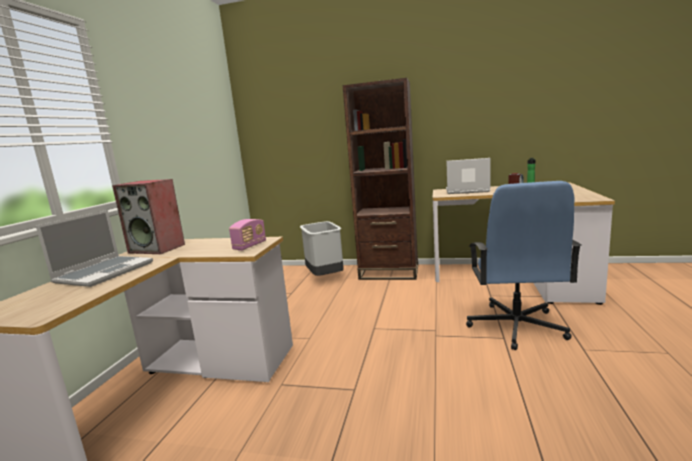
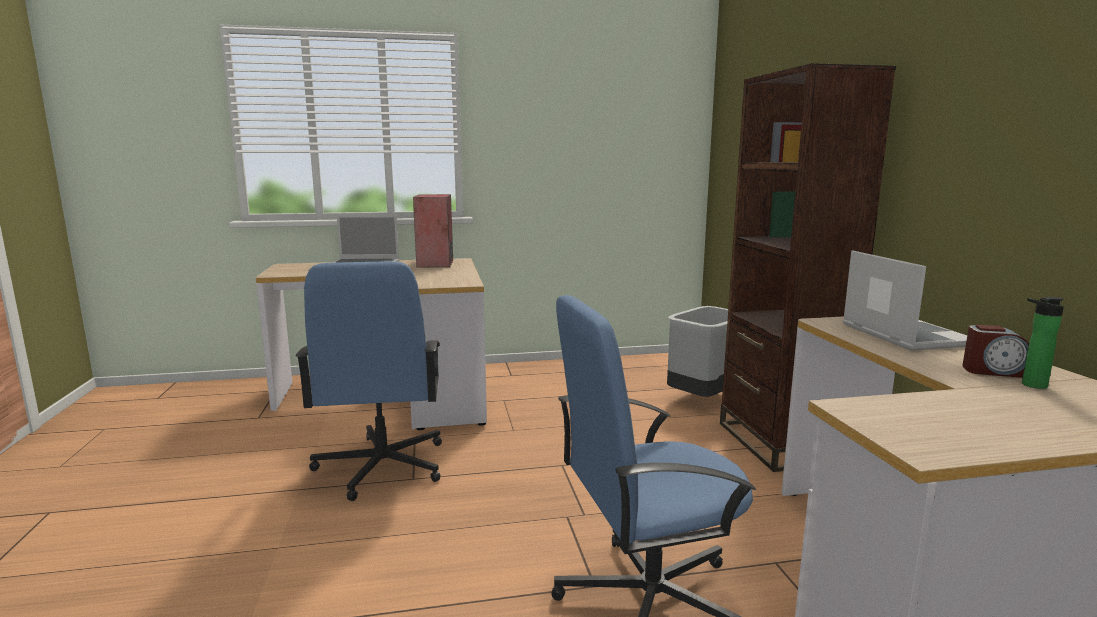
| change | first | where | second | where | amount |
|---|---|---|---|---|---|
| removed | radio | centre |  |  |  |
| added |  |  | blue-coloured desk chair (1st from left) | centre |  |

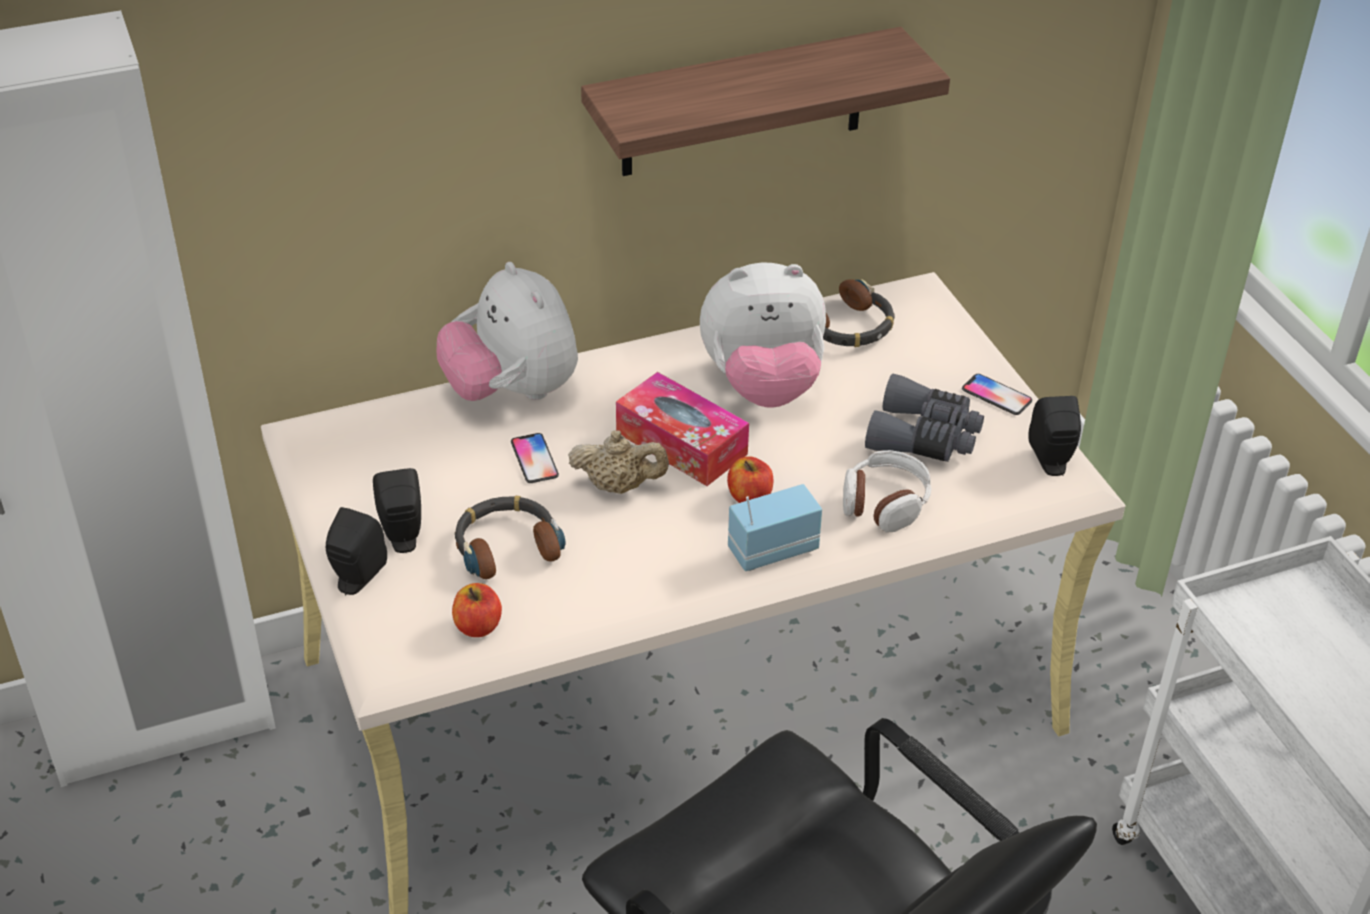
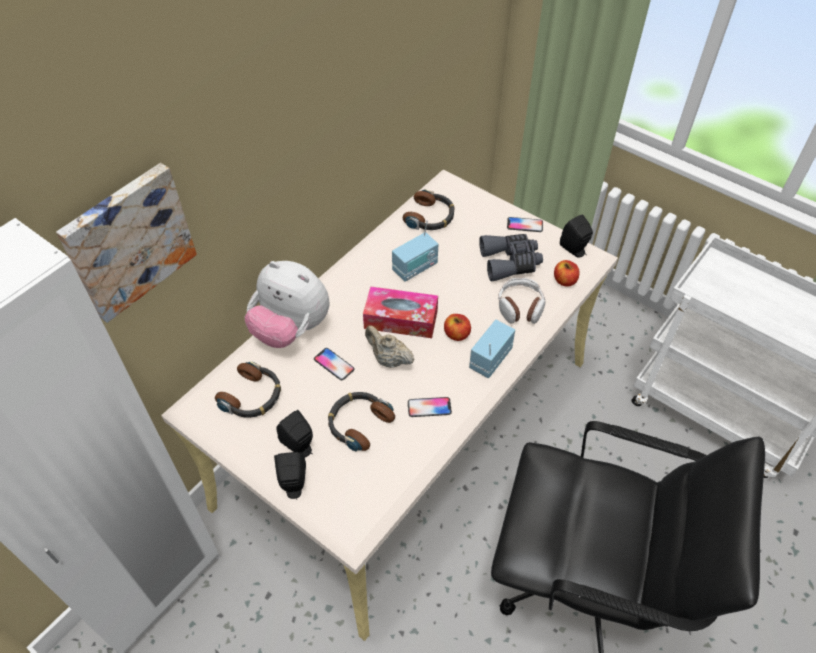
| change | first | where | second | where | amount |
|---|---|---|---|---|---|
| removed | bracket shelf | top centre |  |  |  |
| replaced | cuddly toy (2nd from left) | centre | radio (1st from left) | centre |  |
| turned | sand-coloured teapot | centre |  | centre | 120 degrees counterclockwise |
| moved | apple fruit (1st from left in the first image) | bottom centre | apple fruit (2nd from left) | middle right |  |
| added |  |  | picture | middle left |  |
| added |  |  | headset (1st from left) | middle left |  |
| added |  |  | telephone (2nd from left) | centre |  |

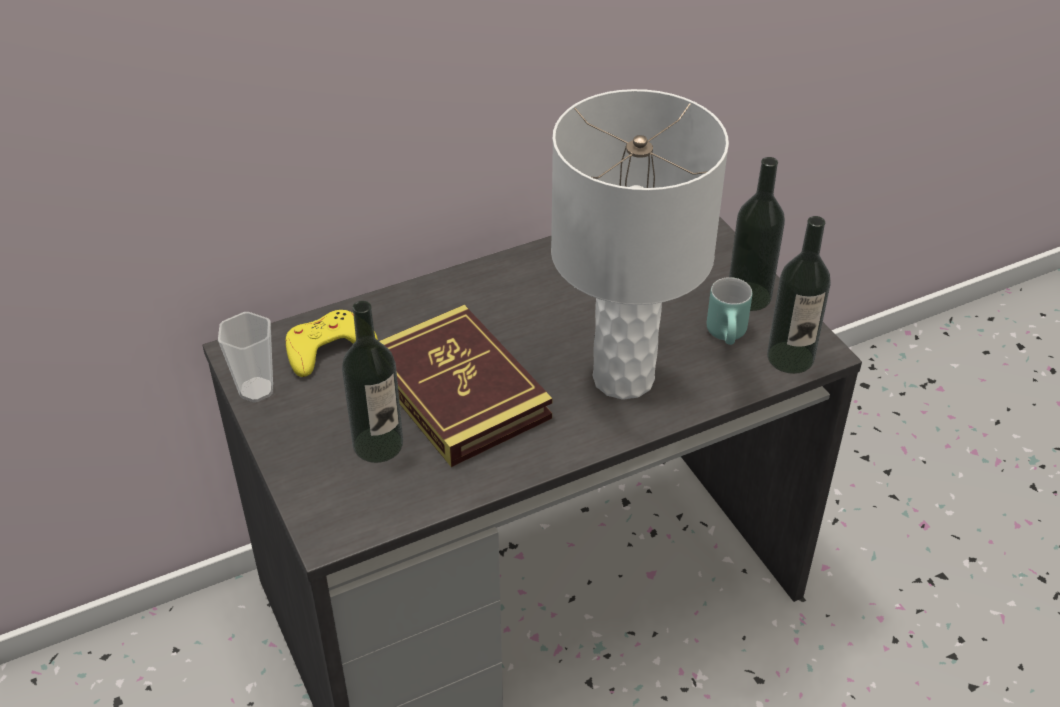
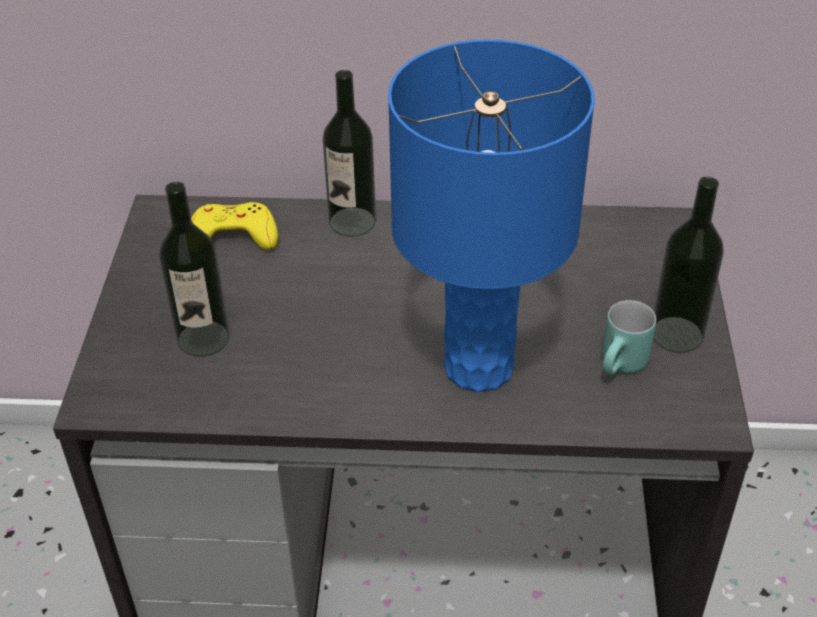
| change | first | where | second | where | amount |
|---|---|---|---|---|---|
| recoloured | white tabletop lamp | centre | blue-coloured tabletop lamp | centre |  |
| moved | beverage bottle (3rd from left in the first image) | middle right | beverage bottle (2nd from left) | top centre |  |
| removed | bound book | centre |  |  |  |
| removed | cup | middle left |  |  |  |

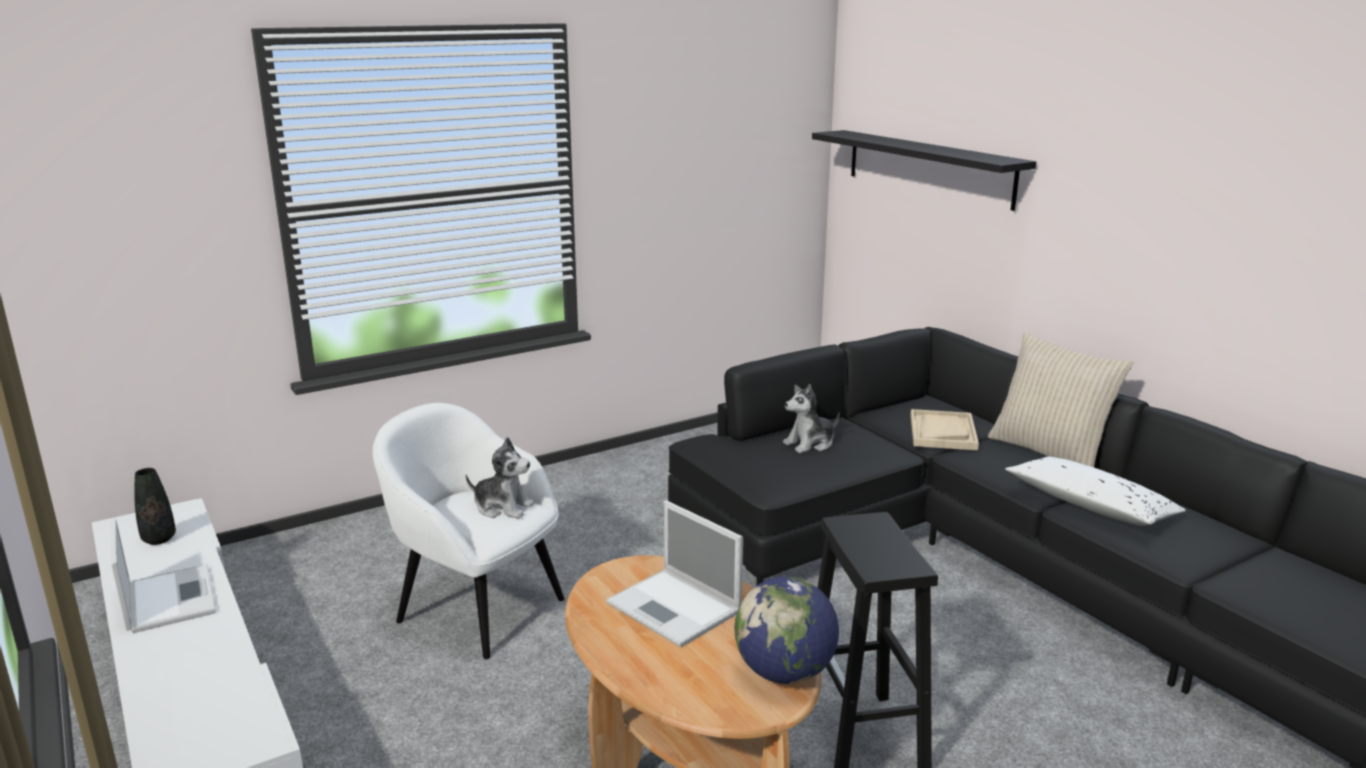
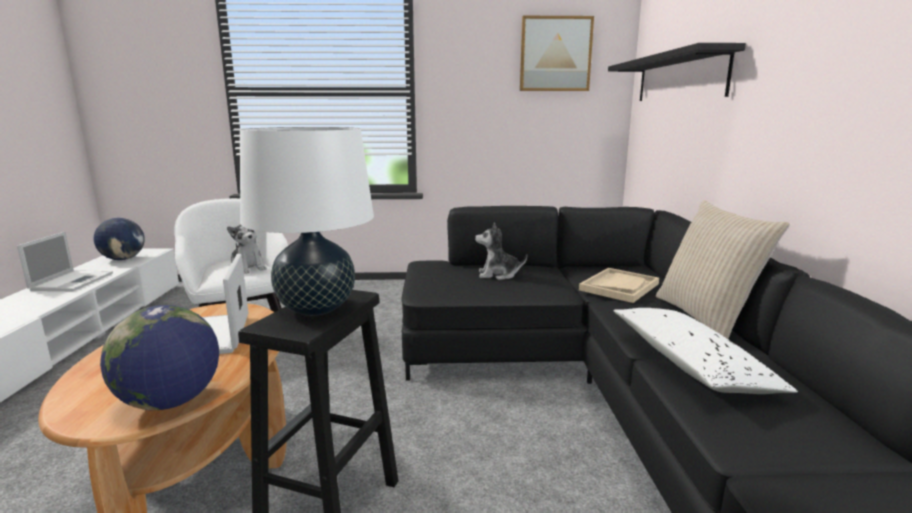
| change | first | where | second | where | amount |
|---|---|---|---|---|---|
| replaced | black-coloured vase | middle left | desk globe (1st from left) | middle left |  |
| added |  |  | picture | top centre |  |
| added |  |  | white tabletop lamp | centre |  |

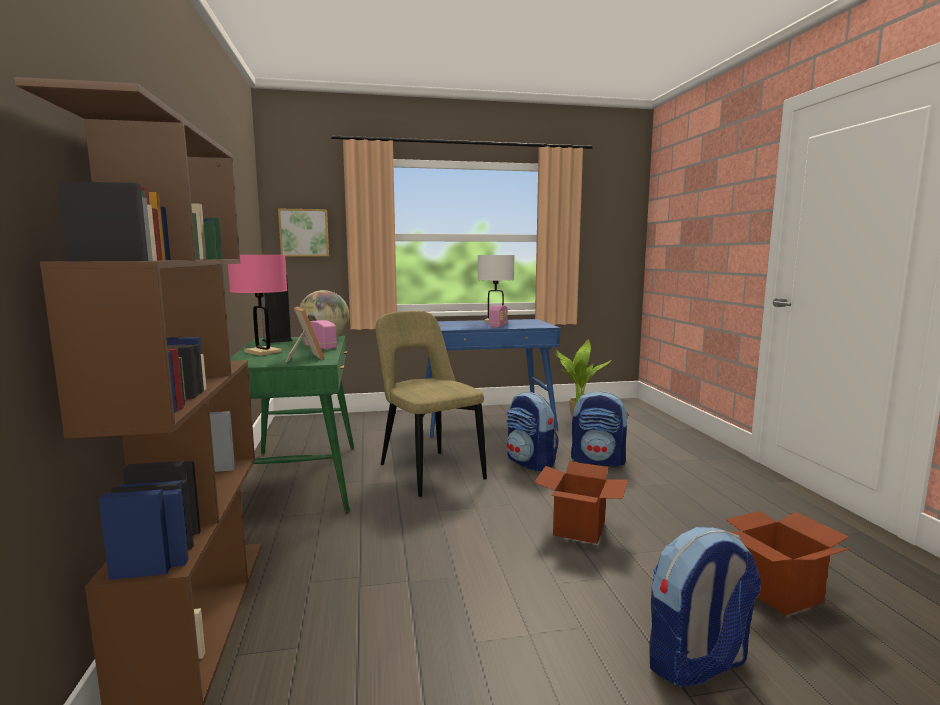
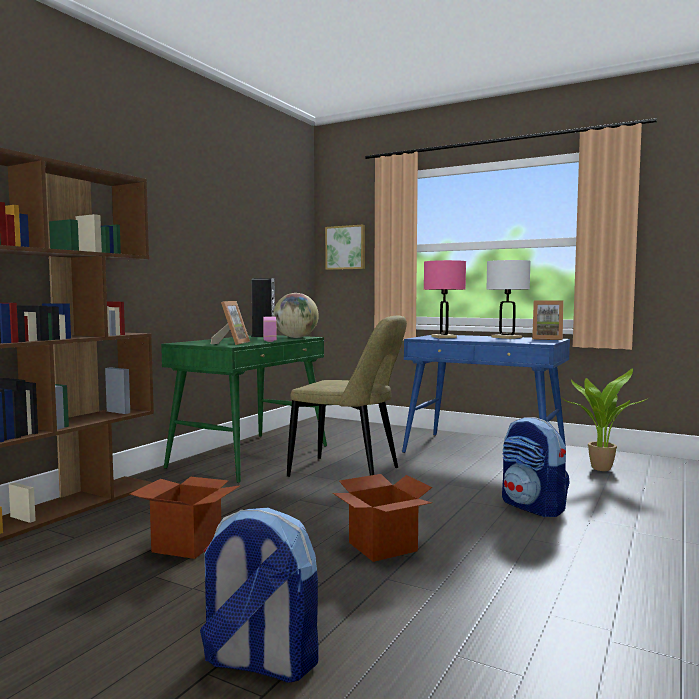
| change | first | where | second | where | amount |
|---|---|---|---|---|---|
| moved | pink-coloured tabletop lamp | middle left |  | centre |  |
| removed | radio (2nd from left) | centre |  |  |  |
| turned | sand-coloured upright chair | centre |  | centre | 105 degrees clockwise |
| removed | knapsack (1st from left) | centre |  |  |  |
| moved | packing box (2nd from left in the first image) | bottom right | packing box (1st from left) | bottom left |  |
| added |  |  | photo frame (2nd from left) | middle right |  |

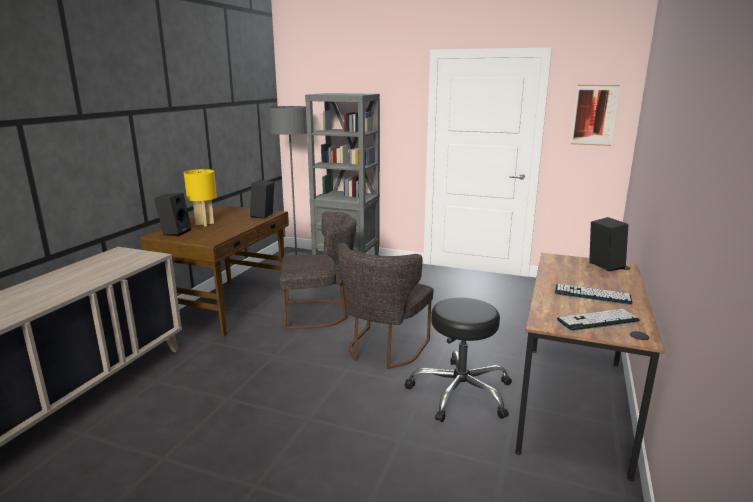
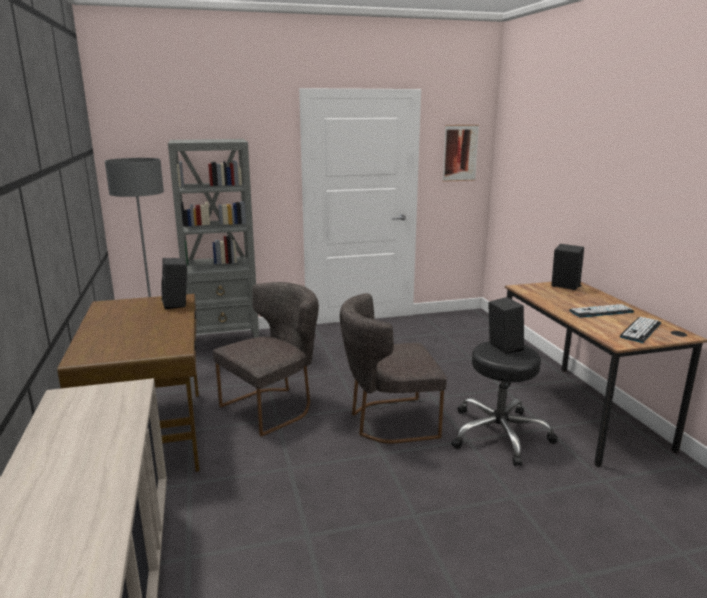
| change | first | where | second | where | amount |
|---|---|---|---|---|---|
| removed | yellowish tabletop lamp | middle left |  |  |  |
| moved | black-coloured speaker (1st from left in the first image) | middle left | black-coloured speaker (2nd from left) | middle right |  |
| turned | greyish upright chair (2nd from left) | centre |  | centre | 90 degrees clockwise |

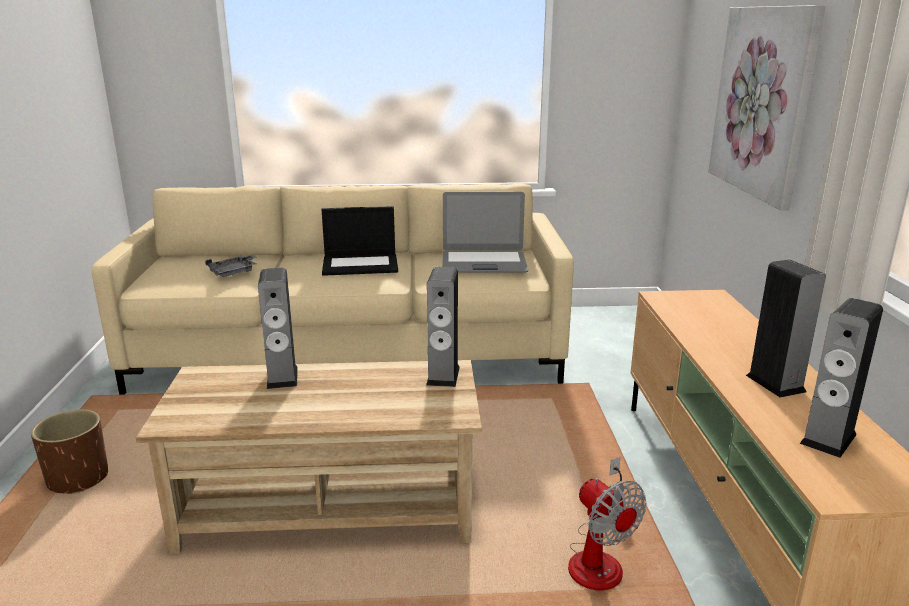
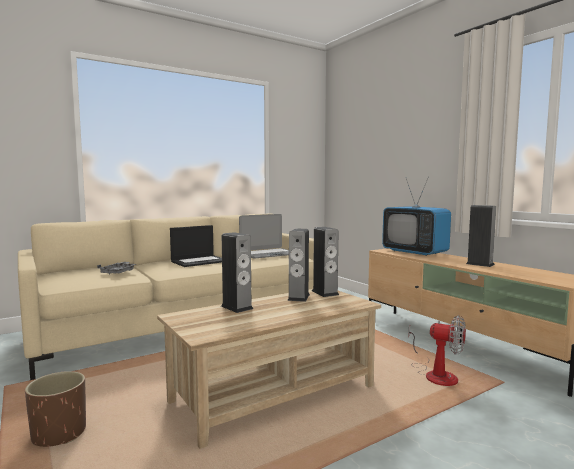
| change | first | where | second | where | amount |
|---|---|---|---|---|---|
| removed | picture | top right |  |  |  |
| moved | speaker (4th from left in the first image) | middle right | speaker (2nd from left) | centre |  |
| added |  |  | TV set | middle right |  |

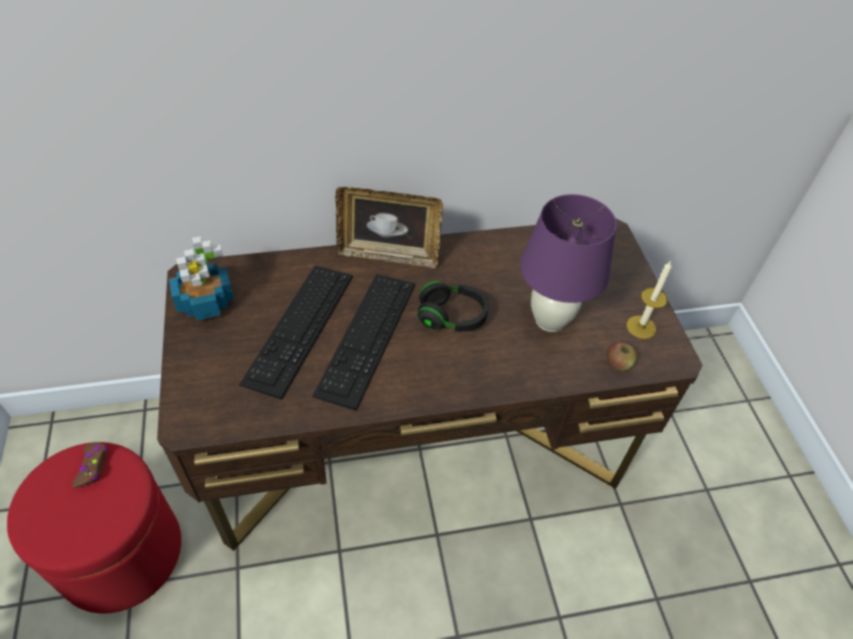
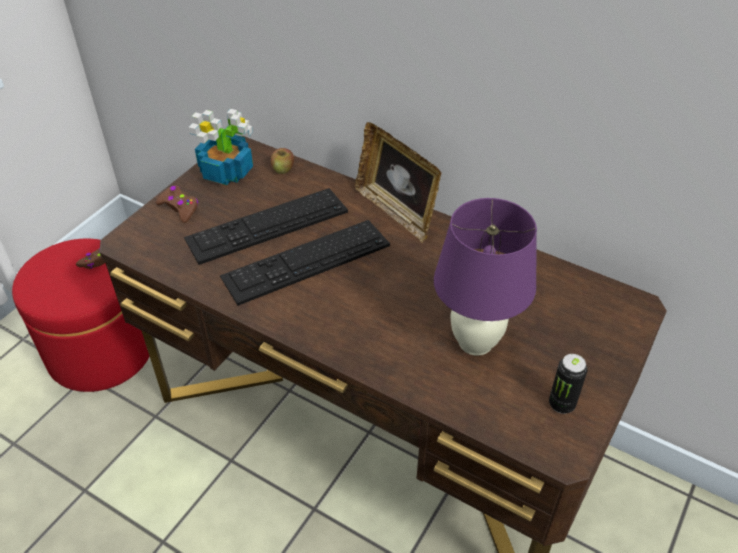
| change | first | where | second | where | amount |
|---|---|---|---|---|---|
| replaced | wax light | middle right | metal can | bottom right |  |
| removed | black-coloured headset | centre |  |  |  |
| moved | apple fruit | middle right |  | top centre |  |
| added |  |  | brown-coloured gamepad (2nd from left) | middle left |  |

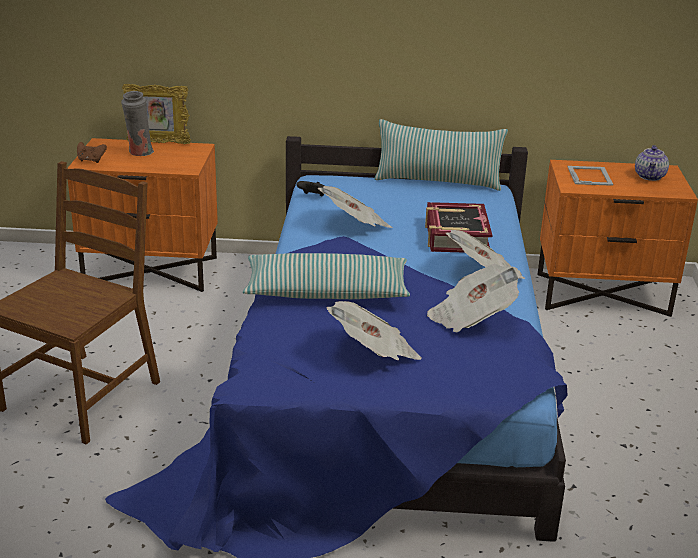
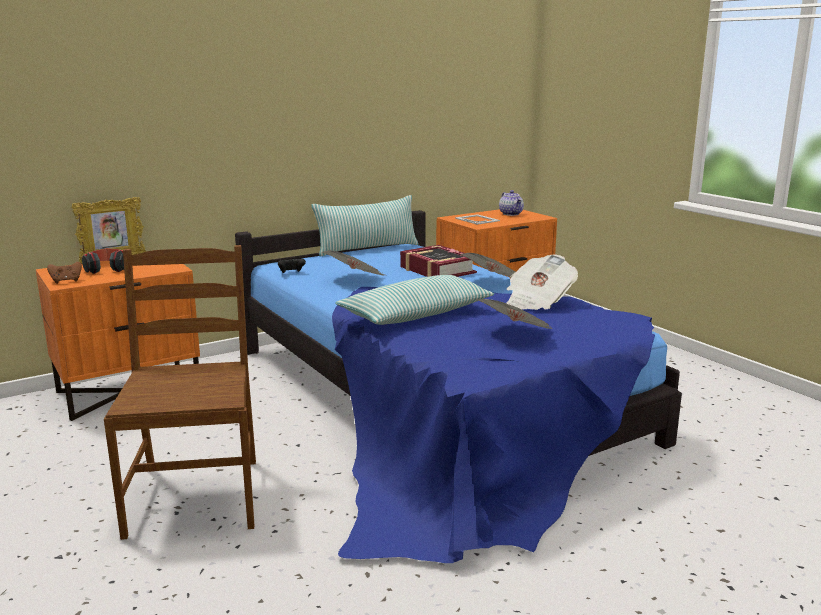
| change | first | where | second | where | amount |
|---|---|---|---|---|---|
| replaced | greyish vase | top left | headset | middle left |  |

